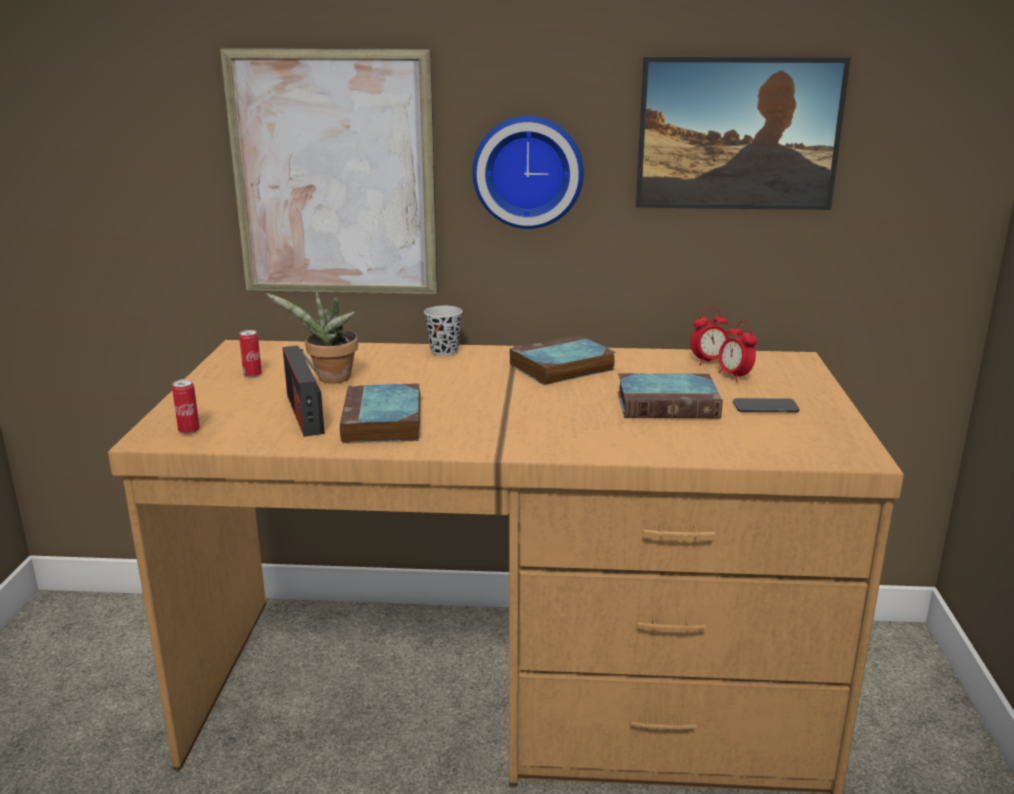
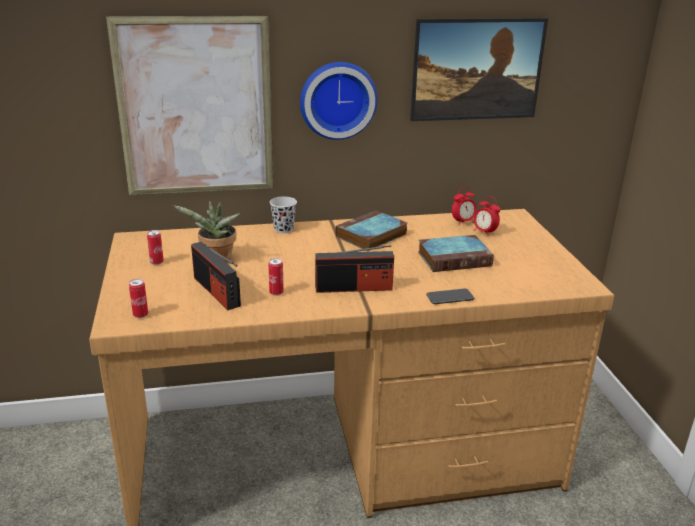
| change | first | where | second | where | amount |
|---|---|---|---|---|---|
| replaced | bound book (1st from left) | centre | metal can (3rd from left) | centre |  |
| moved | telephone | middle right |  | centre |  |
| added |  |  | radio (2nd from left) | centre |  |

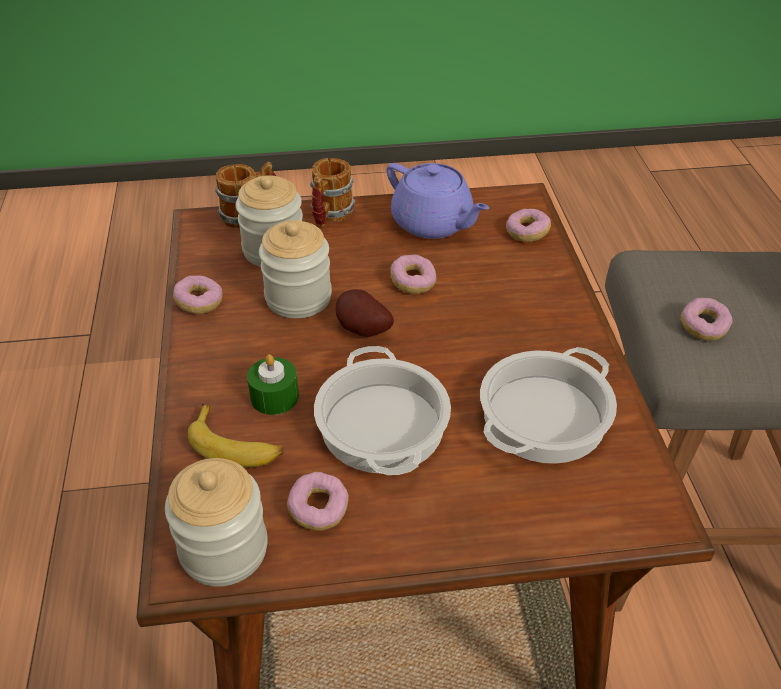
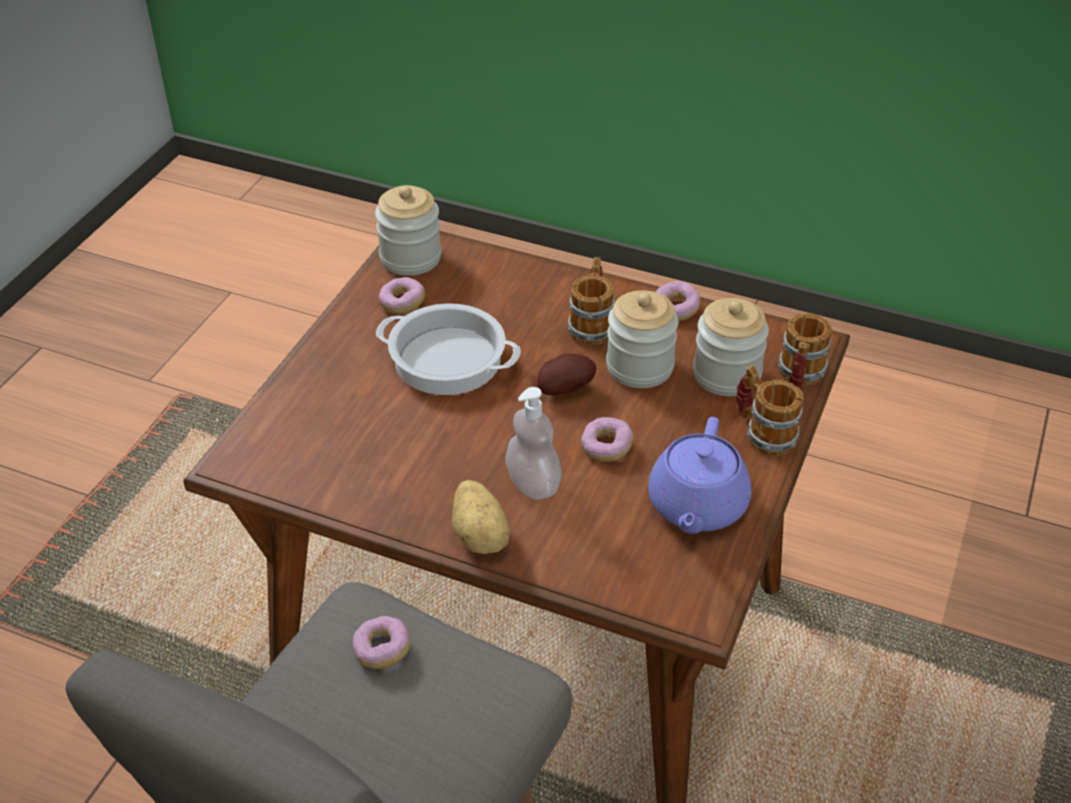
| change | first | where | second | where | amount |
|---|---|---|---|---|---|
| turned | purple teapot | top centre |  | centre | 60 degrees counterclockwise |
| removed | ring doughnut (4th from left) | top right |  |  |  |
| removed | stockpot (2nd from left) | middle right |  |  |  |
| removed | green-coloured wax light | centre |  |  |  |
| removed | banana | middle left |  |  |  |
| added |  |  | mug (1st from left) | centre |  |
| added |  |  | soap dispenser | centre |  |
| added |  |  | spud (1st from left) | centre |  |

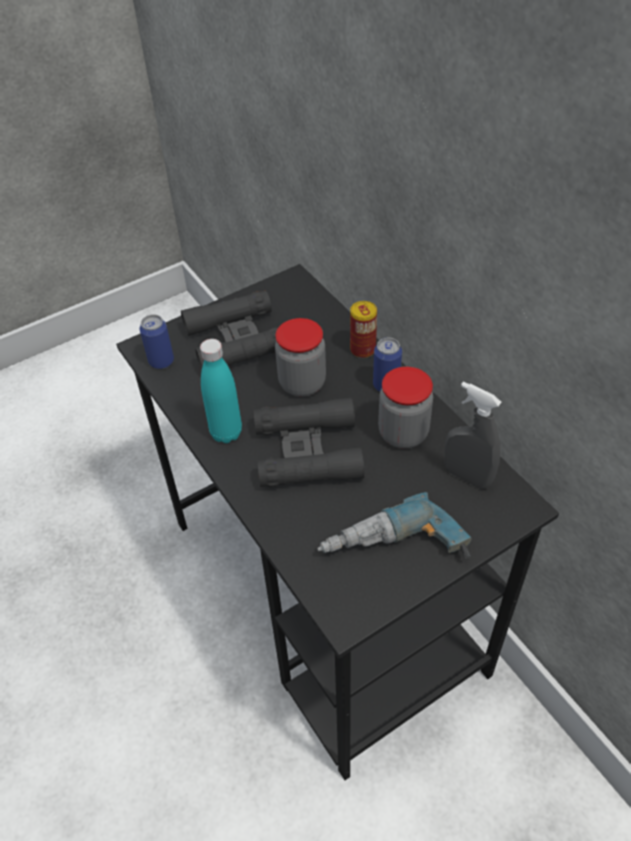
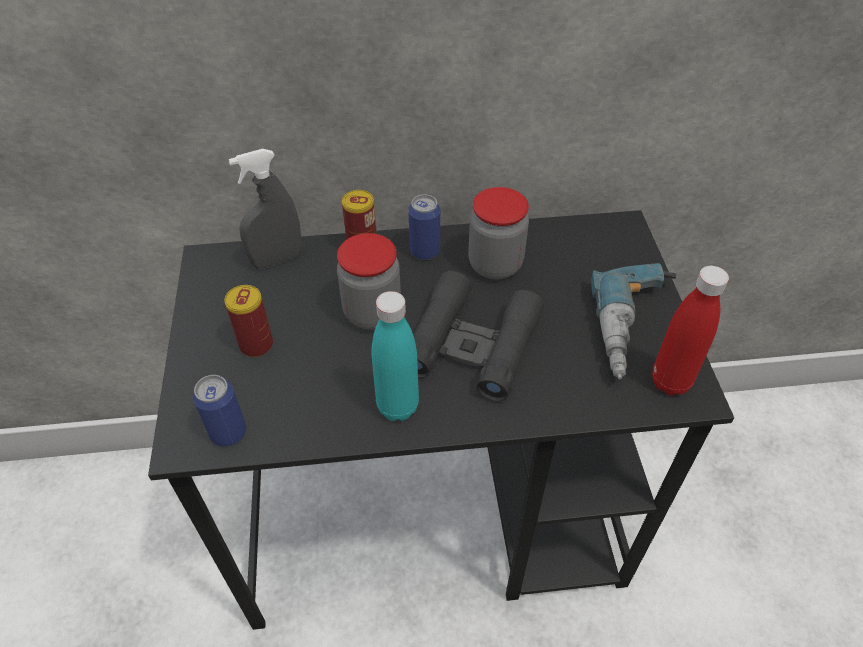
| change | first | where | second | where | amount |
|---|---|---|---|---|---|
| replaced | black-coloured pair of binoculars (1st from left) | centre | metal can (2nd from left) | middle left |  |
| moved | greyish sprayer | middle right |  | top left |  |
| added |  |  | red-coloured beverage bottle | middle right |  |

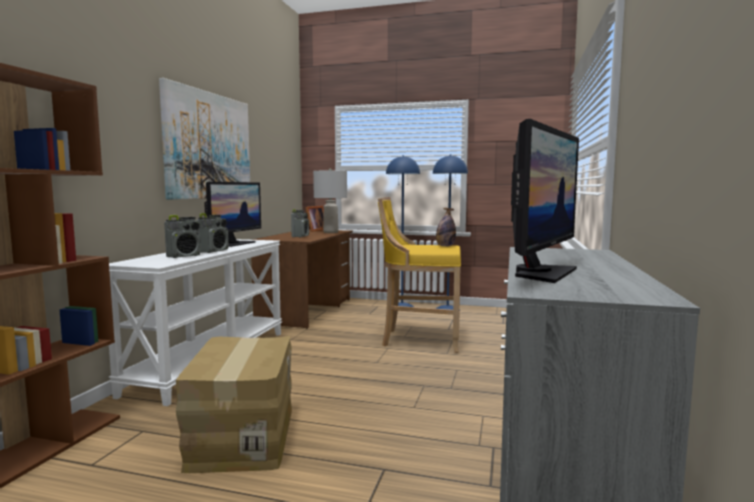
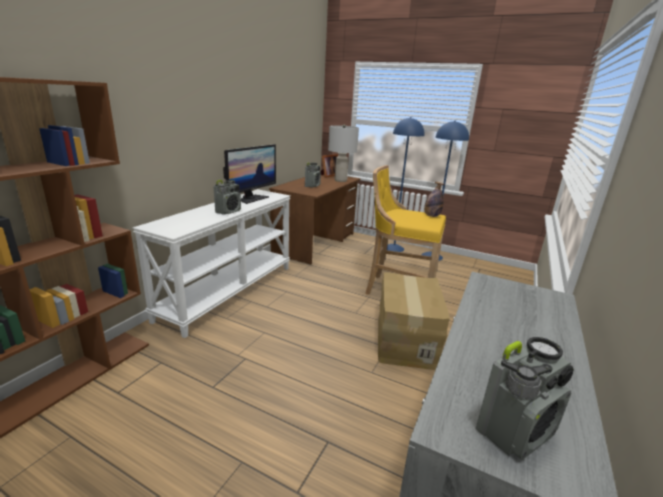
| change | first | where | second | where | amount |
|---|---|---|---|---|---|
| removed | picture | top left |  |  |  |
| removed | computer screen (2nd from left) | middle right |  |  |  |
| moved | radio (1st from left in the first image) | middle left | radio (3rd from left) | bottom right |  |
| moved | packing box | bottom left |  | centre |  |

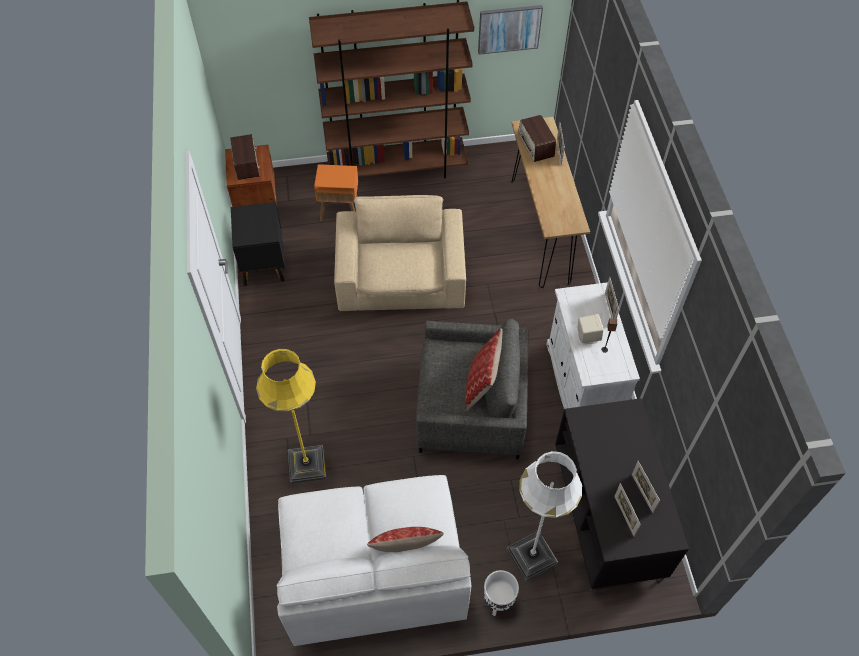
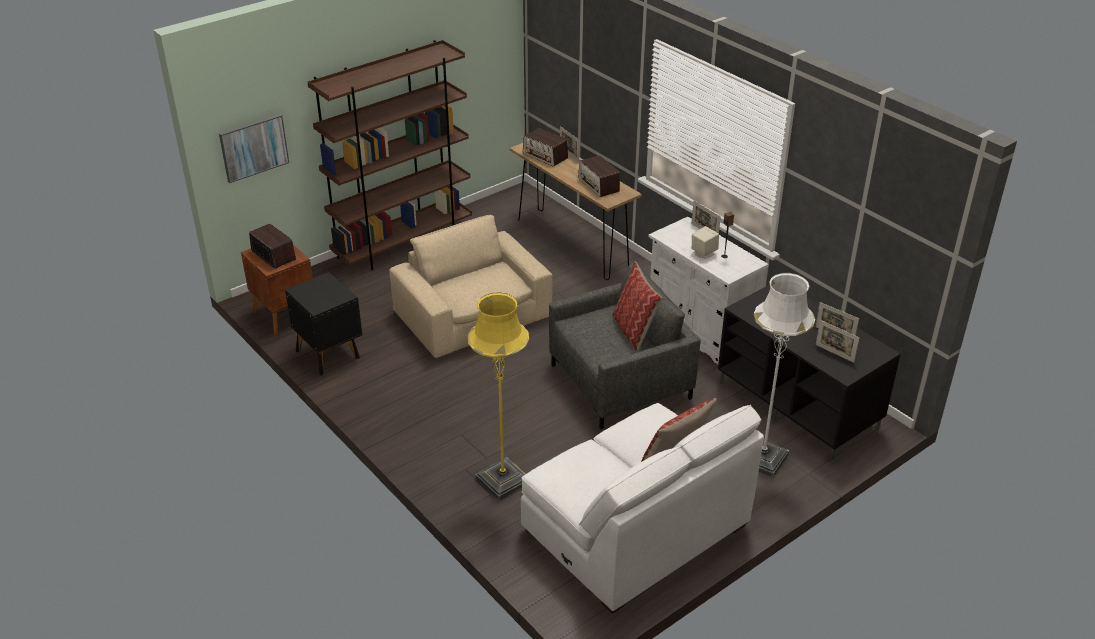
| change | first | where | second | where | amount |
|---|---|---|---|---|---|
| moved | picture | top centre |  | top left |  |
| removed | orange end table | top centre |  |  |  |
| removed | white plant pot | bottom centre |  |  |  |
| added |  |  | radio (3rd from left) | top centre |  |

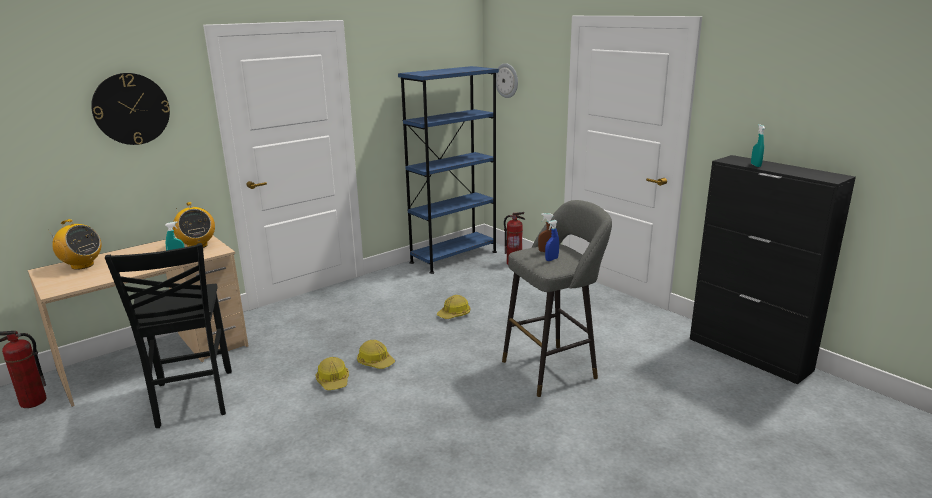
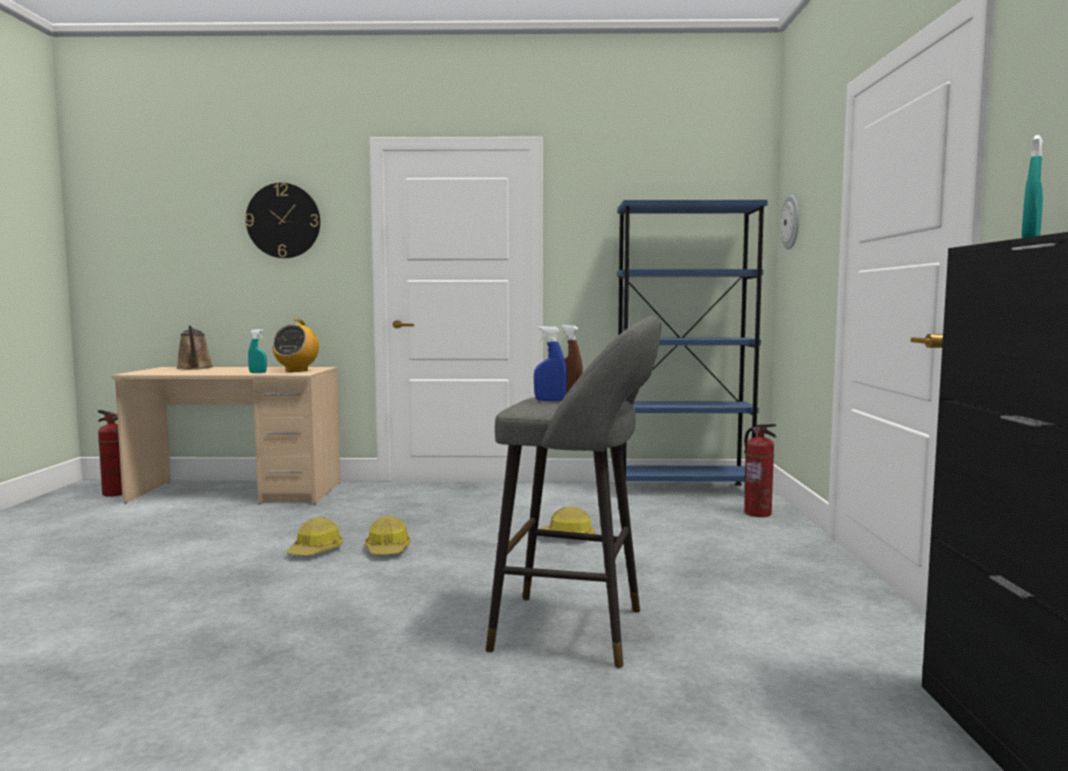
| change | first | where | second | where | amount |
|---|---|---|---|---|---|
| replaced | radio (1st from left) | middle left | brown-coloured watering can | middle left |  |
| removed | black-coloured upright chair | bottom left |  |  |  |

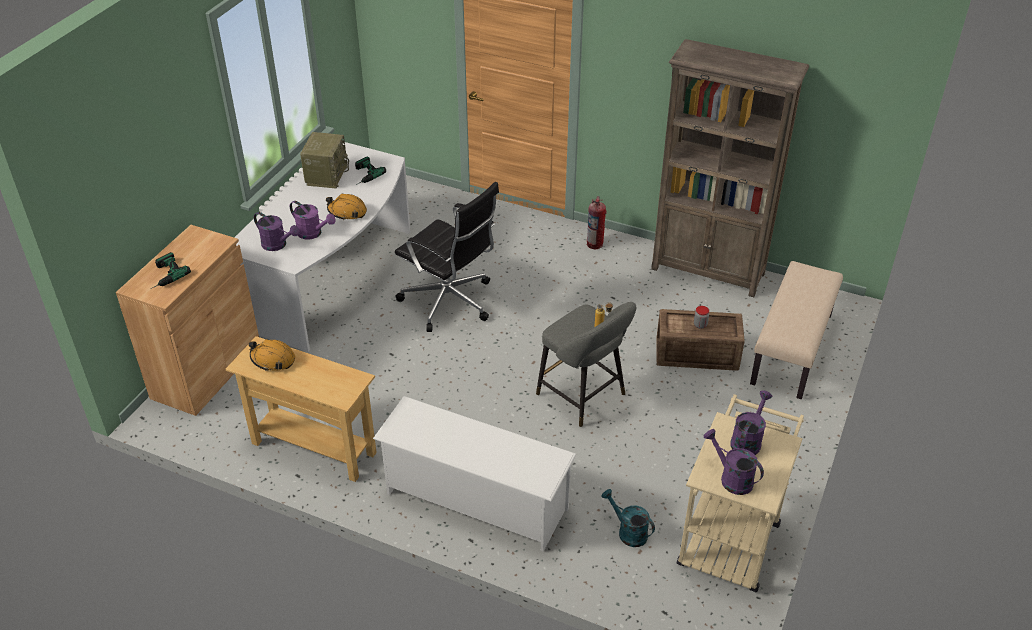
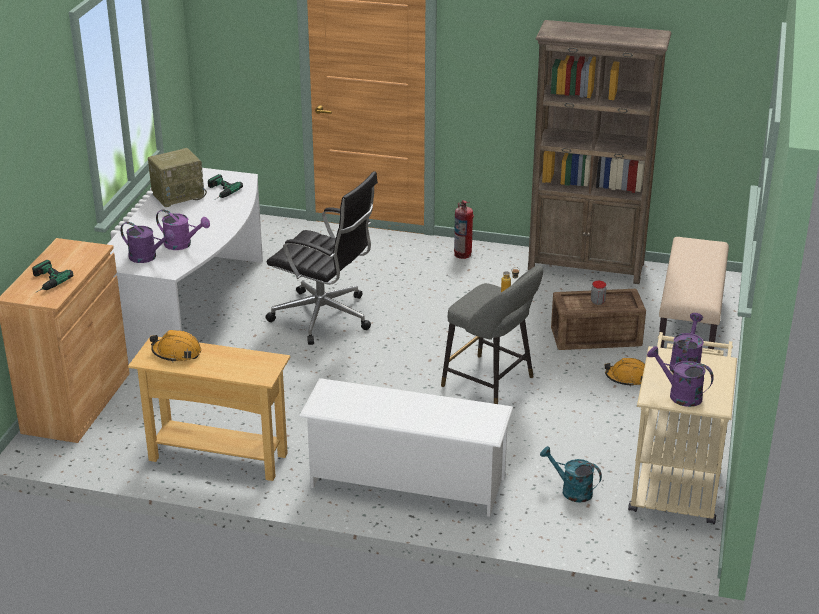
| change | first | where | second | where | amount |
|---|---|---|---|---|---|
| turned | radio | top left |  | top left | 60 degrees clockwise |
| moved | orange safety helmet (2nd from left) | top centre |  | middle right |  |

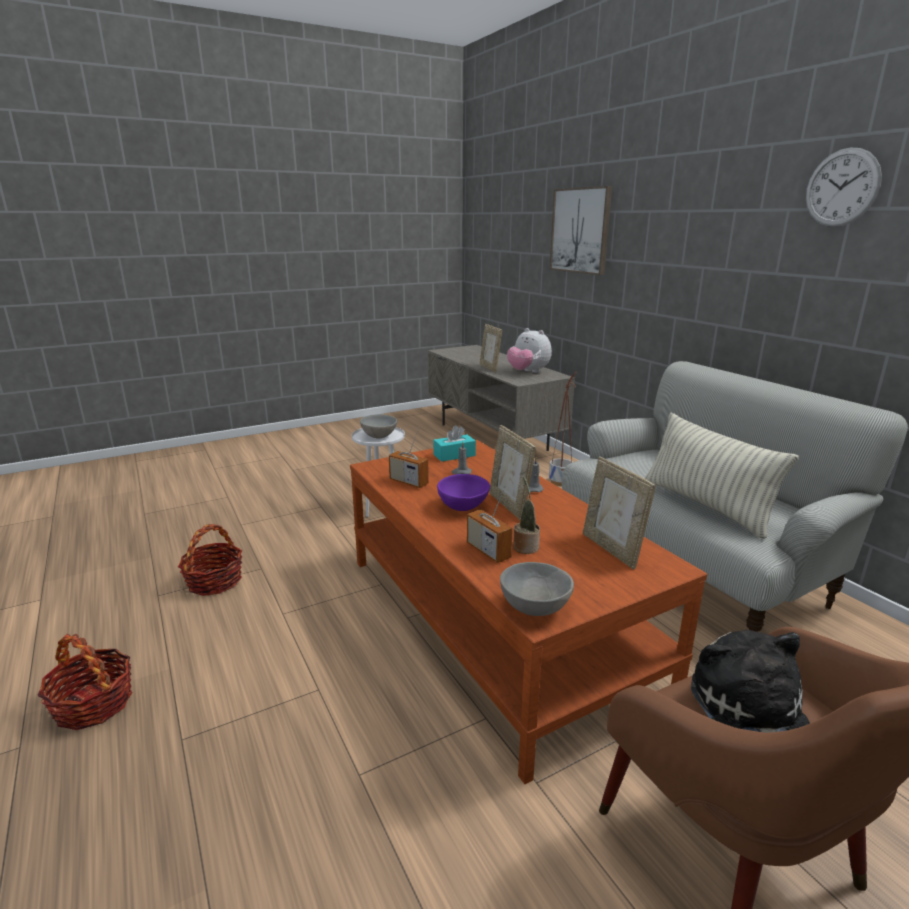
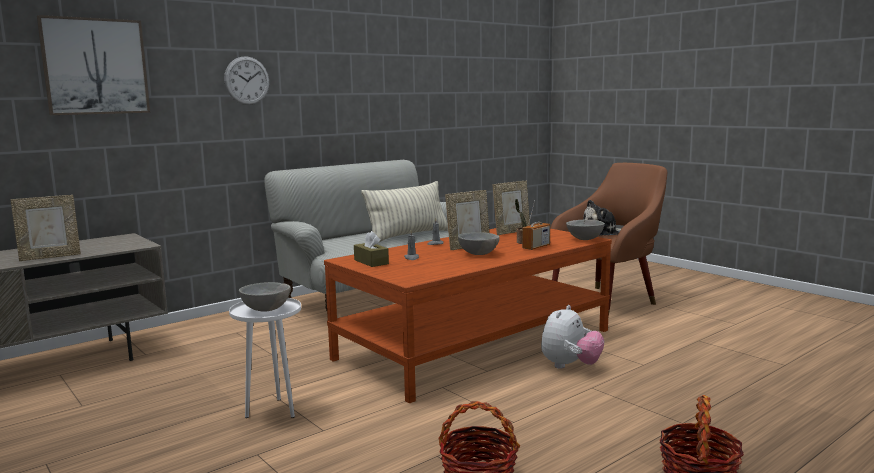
| change | first | where | second | where | amount |
|---|---|---|---|---|---|
| moved | hanging clock | top right |  | top left |  |
| moved | cuddly toy (1st from left) | centre |  | bottom centre |  |
| removed | plant pot | centre |  |  |  |
| recoloured | turquoise box of tissues | centre | brown-coloured box of tissues | centre |  |
| removed | radio (1st from left) | centre |  |  |  |
| recoloured | purple serving bowl | centre | greyish serving bowl (2nd from left) | centre |  |

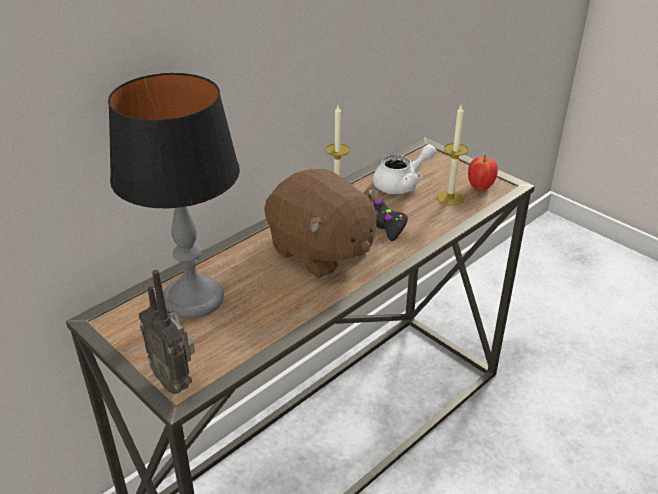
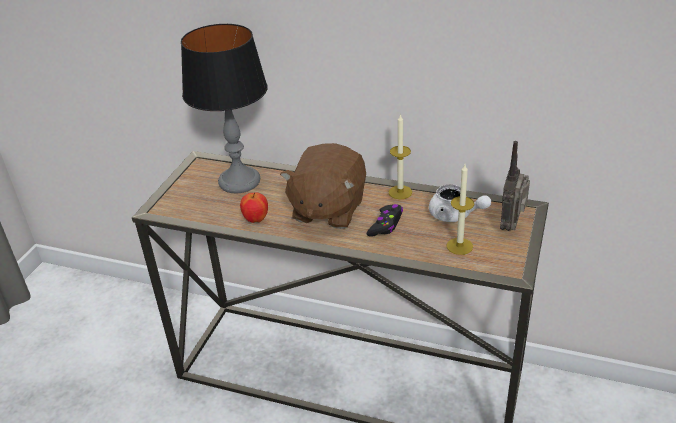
| change | first | where | second | where | amount |
|---|---|---|---|---|---|
| moved | apple fruit | middle right |  | centre |  |
| moved | radio | bottom left |  | middle right |  |

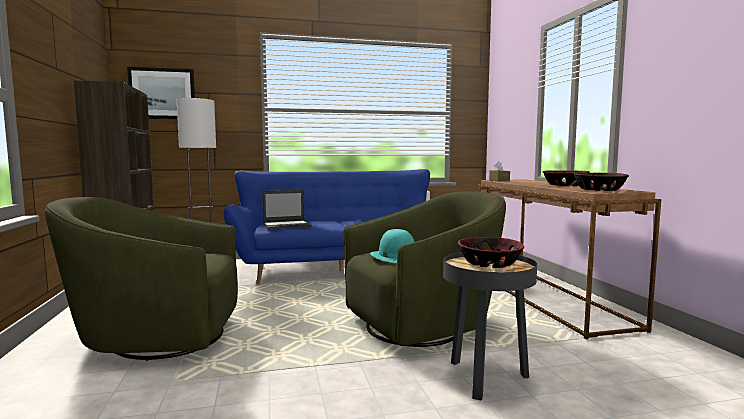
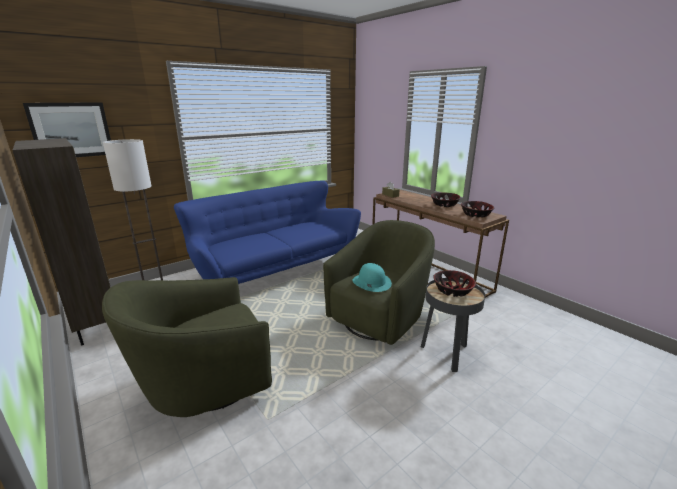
| change | first | where | second | where | amount |
|---|---|---|---|---|---|
| removed | portable computer | centre |  |  |  |

